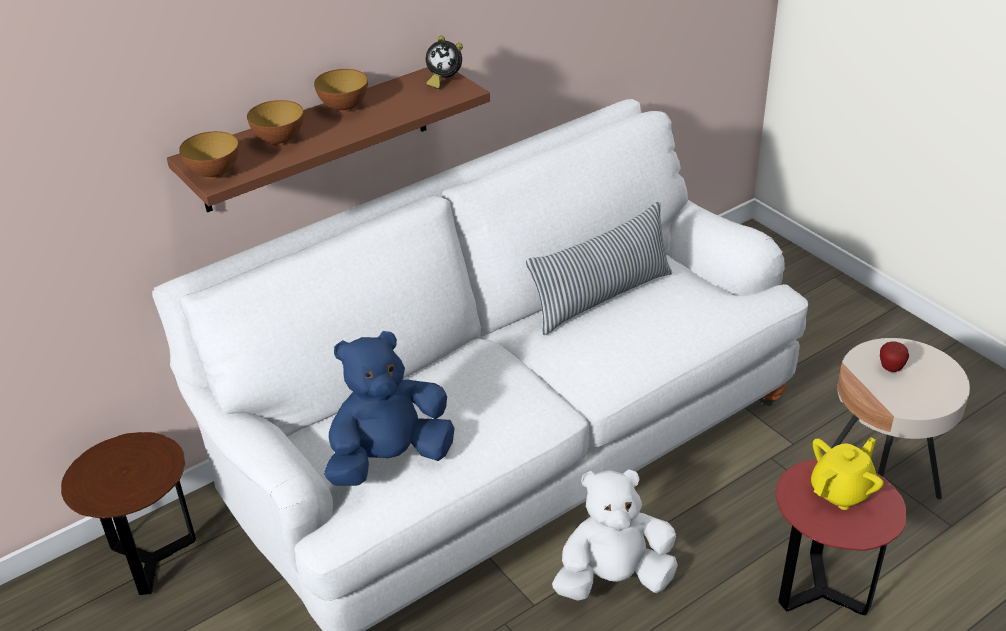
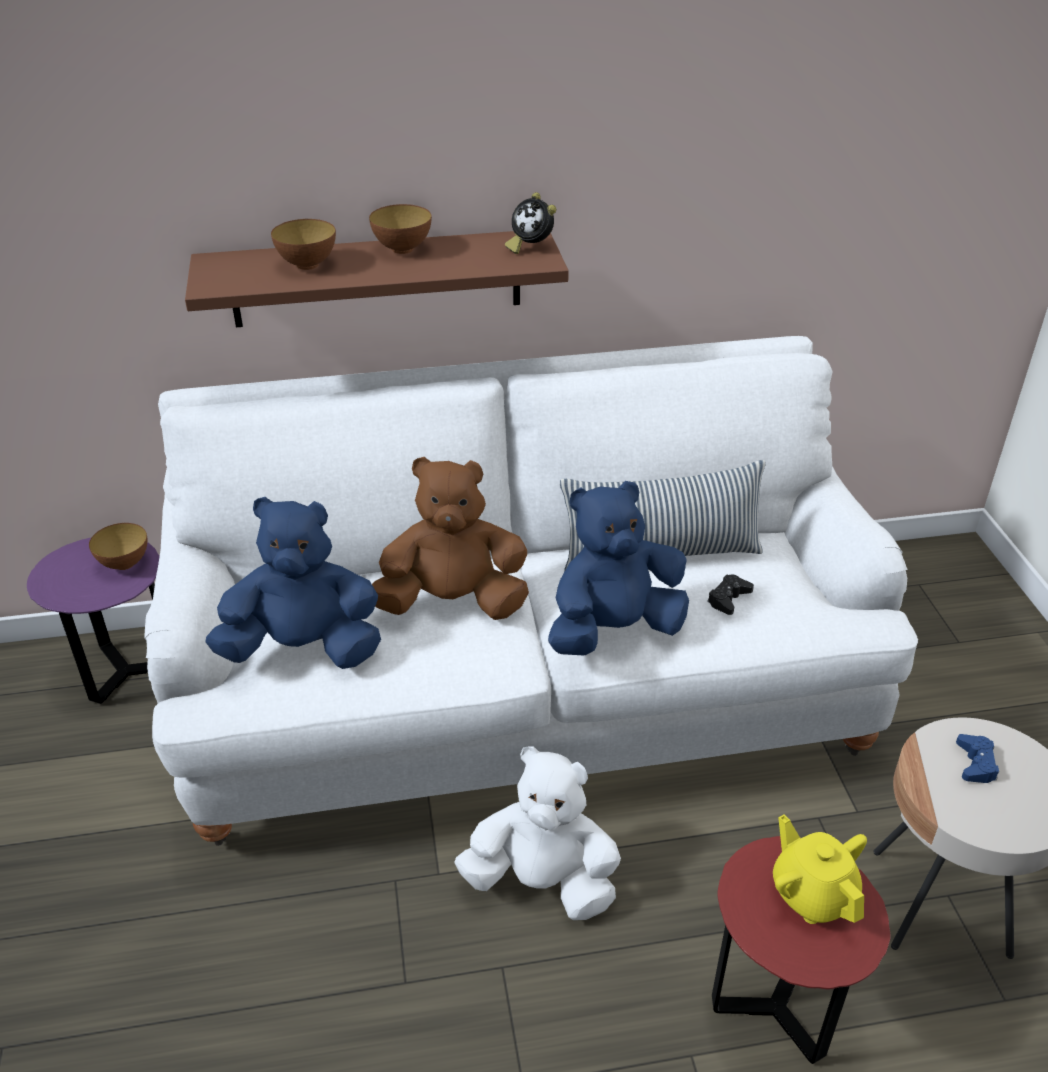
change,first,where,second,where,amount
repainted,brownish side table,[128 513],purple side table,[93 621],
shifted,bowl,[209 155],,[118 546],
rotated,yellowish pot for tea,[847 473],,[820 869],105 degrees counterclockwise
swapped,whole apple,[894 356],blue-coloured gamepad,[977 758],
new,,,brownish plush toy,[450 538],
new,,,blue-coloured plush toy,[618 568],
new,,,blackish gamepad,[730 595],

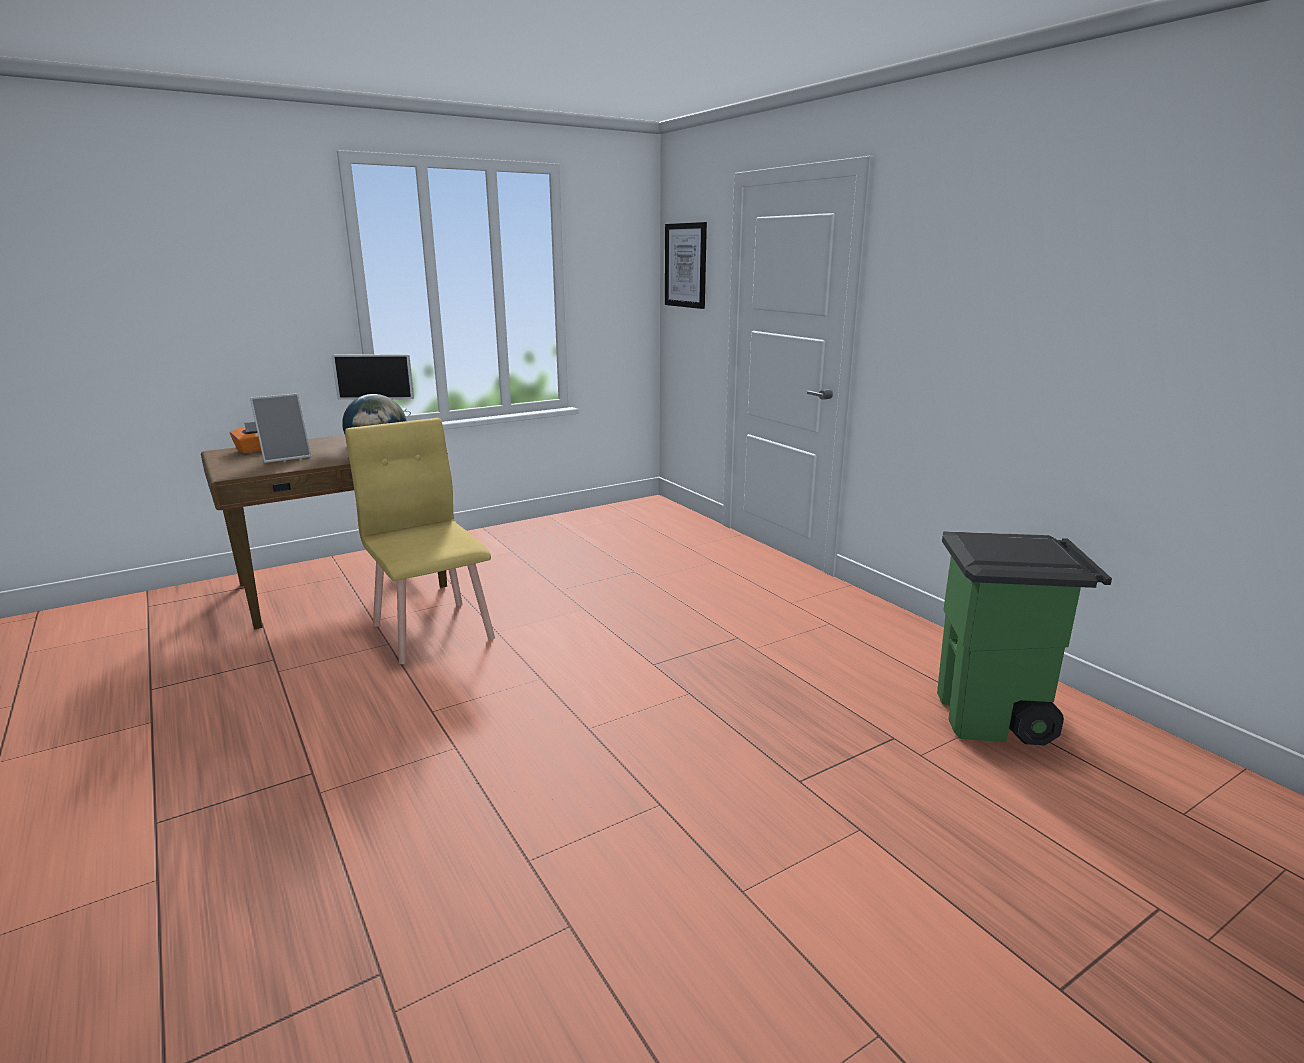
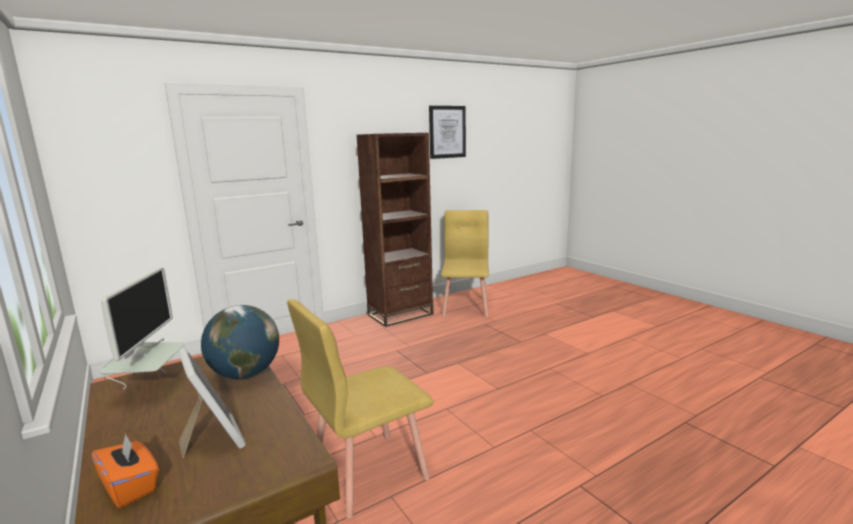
change,first,where,second,where,amount
shifted,picture,[686 265],,[447 132],
swapped,greenish trash can,[1024 638],yellowish chair,[465 263],
new,,,brownish bookshelf,[394 230],

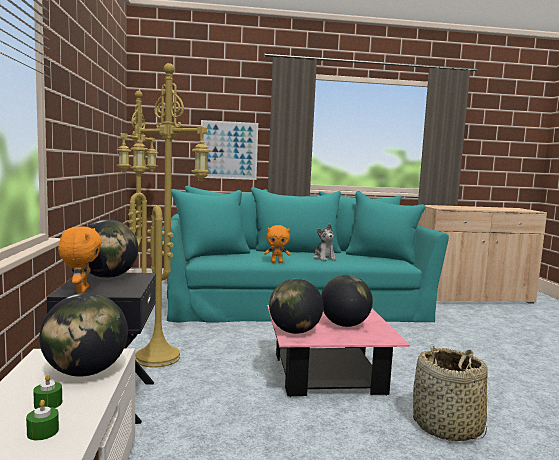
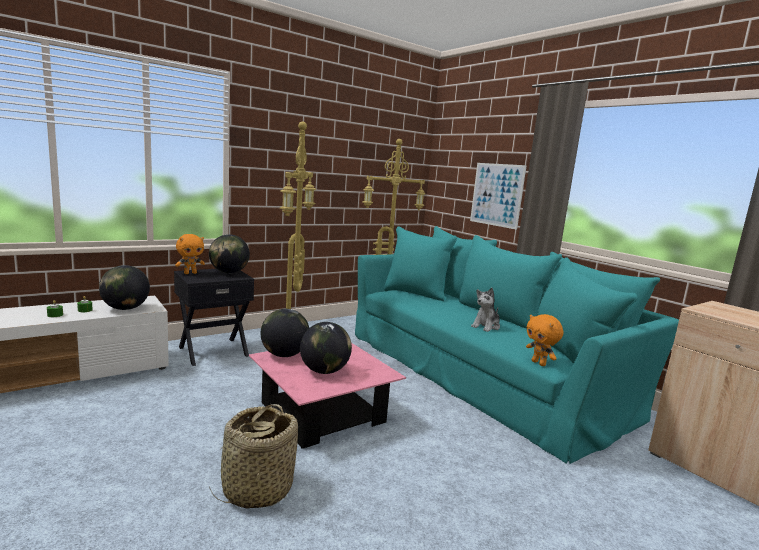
change,first,where,second,where,amount
shifted,orangey plush toy,[277 244],,[544 340],

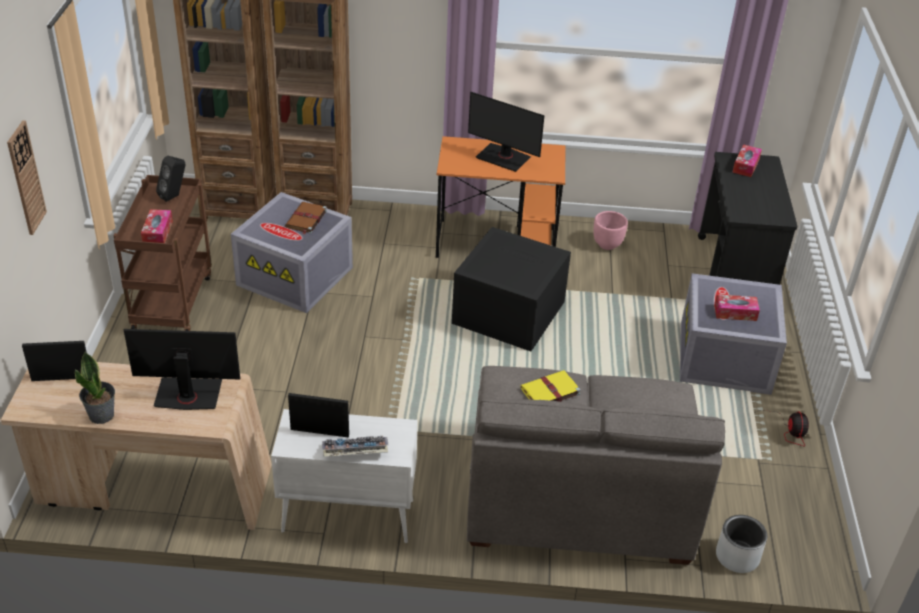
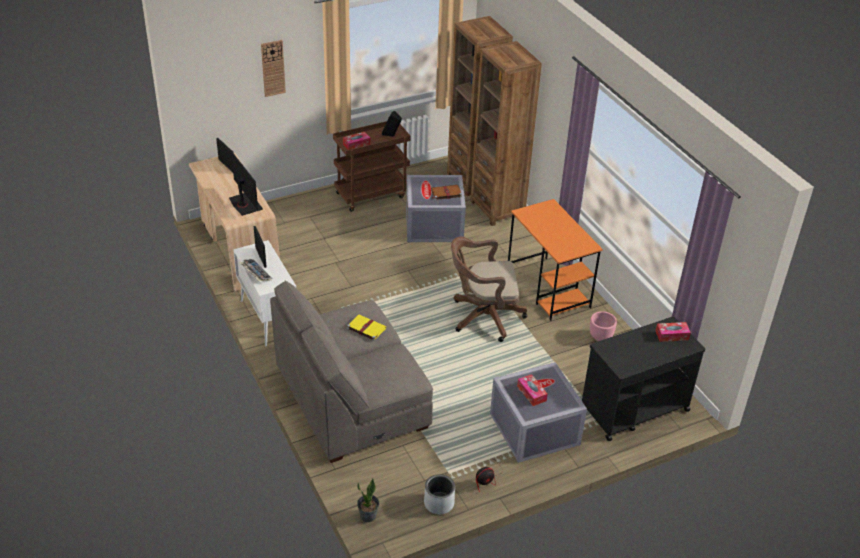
change,first,where,second,where,amount
shifted,potted plant,[95 388],,[368 500],
swapped,blackish storage bin,[511 289],brownish office chair,[489 289],
gone,monitor,[506 132],,,
shifted,gray planter,[741 544],,[439 494],

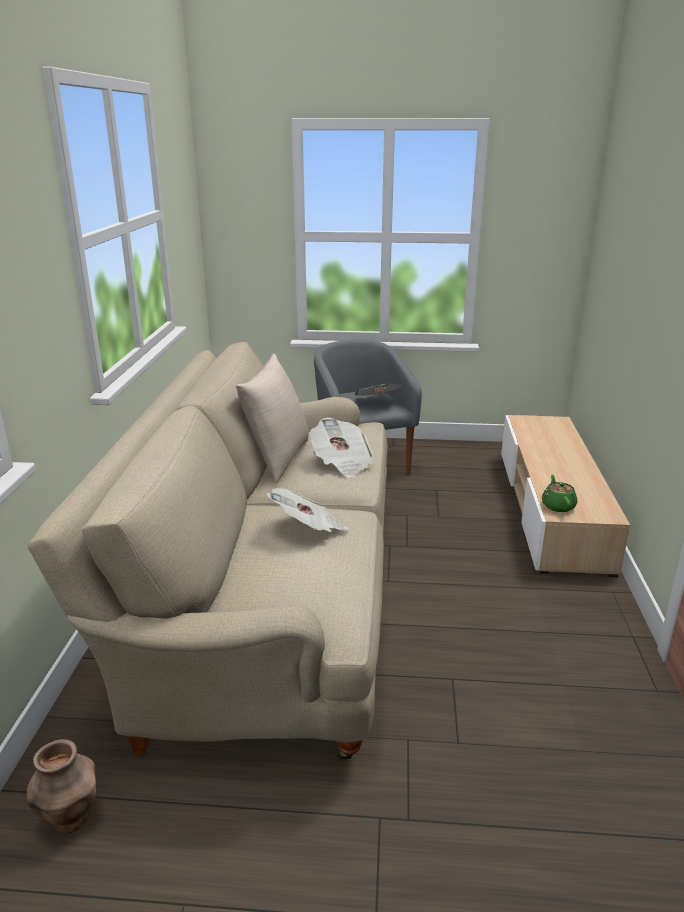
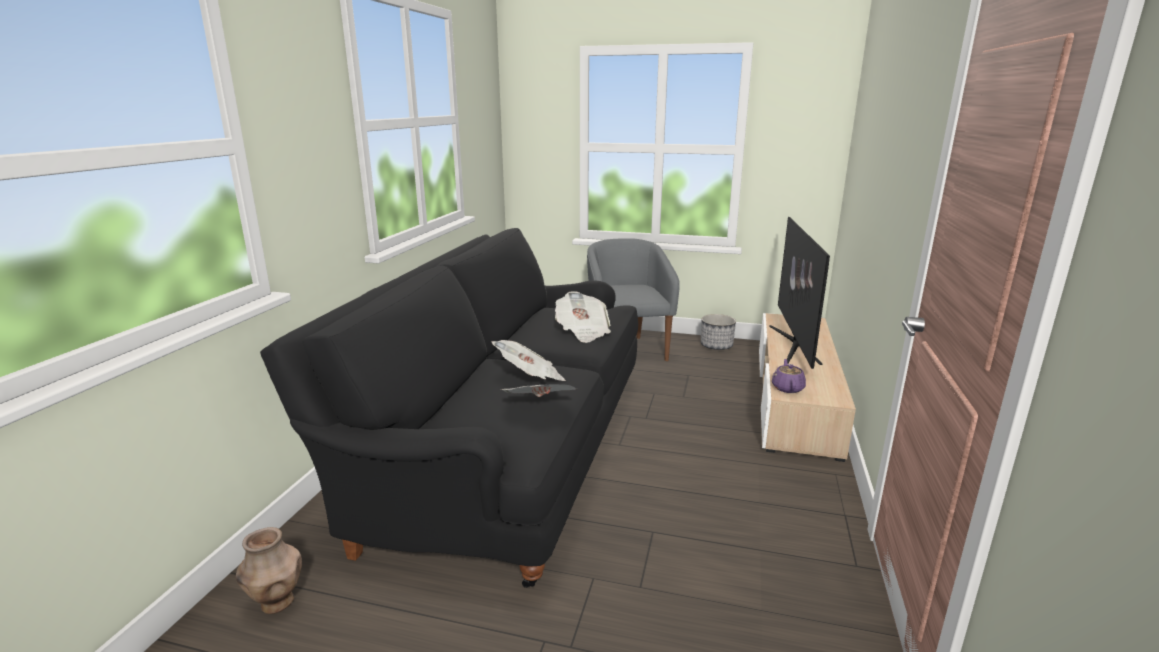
change,first,where,second,where,amount
repainted,beige couch,[207 551],blackish couch,[449 408],
gone,beige throw pillow,[272 418],,,
shifted,printed paper,[377 389],,[539 390],
repainted,greenish pot for tea,[559 493],purple pot for tea,[789 376],
new,,,planter,[718 332],
new,,,TV,[799 293],

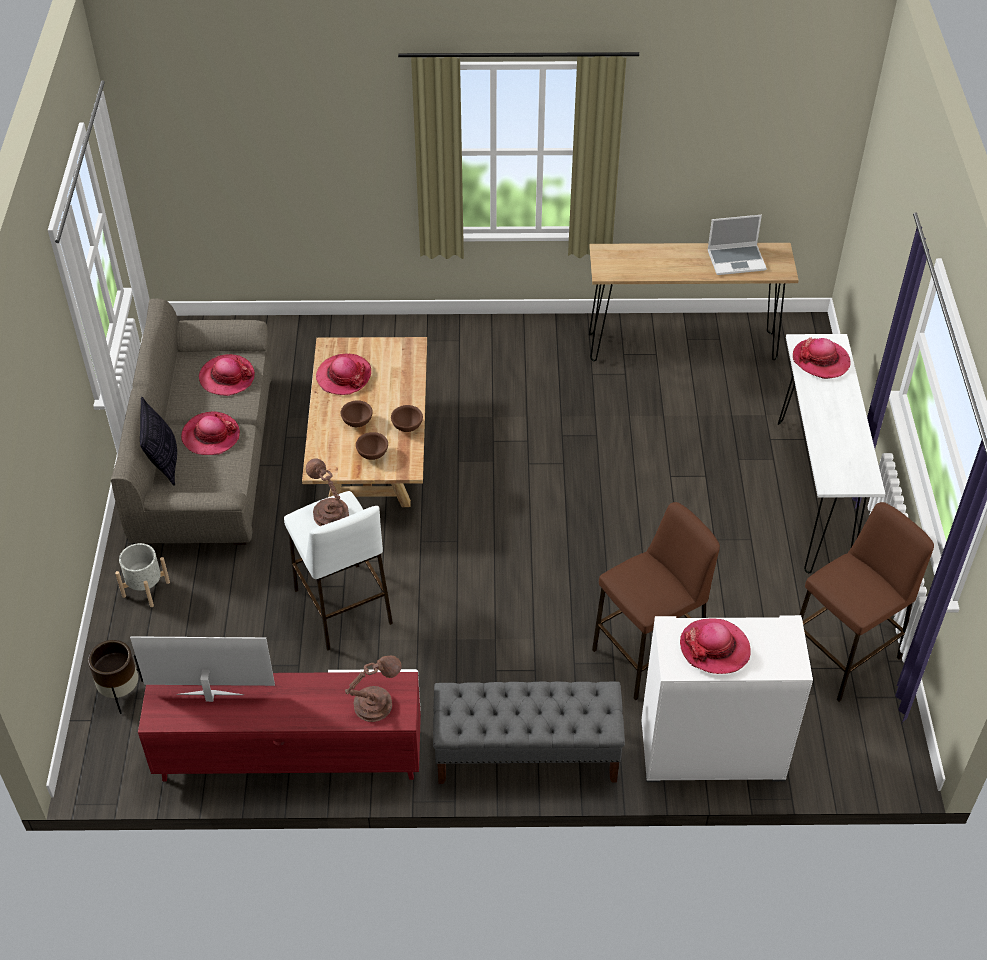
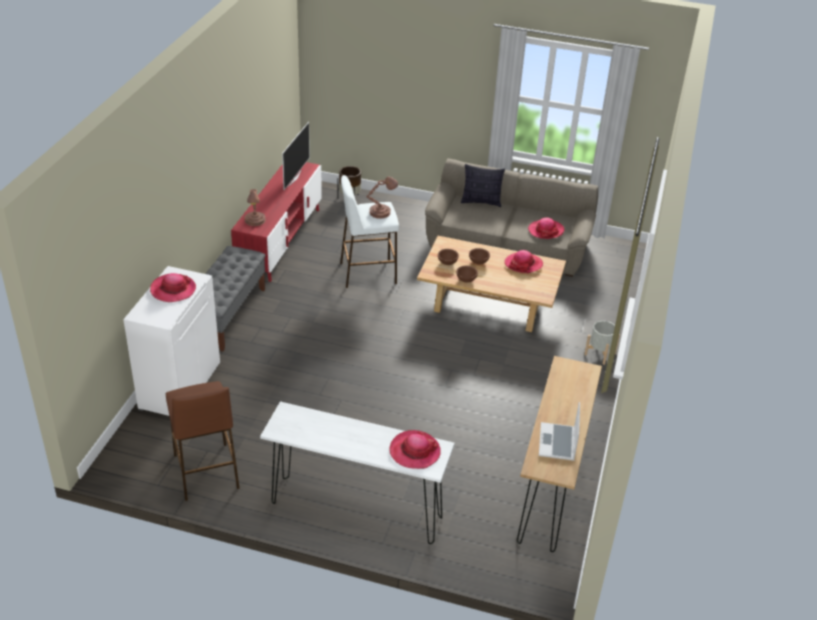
change,first,where,second,where,amount
shifted,gray planter,[142 575],,[602 343],
gone,hat,[210 433],,,
gone,brownish stool seat,[656 601],,,

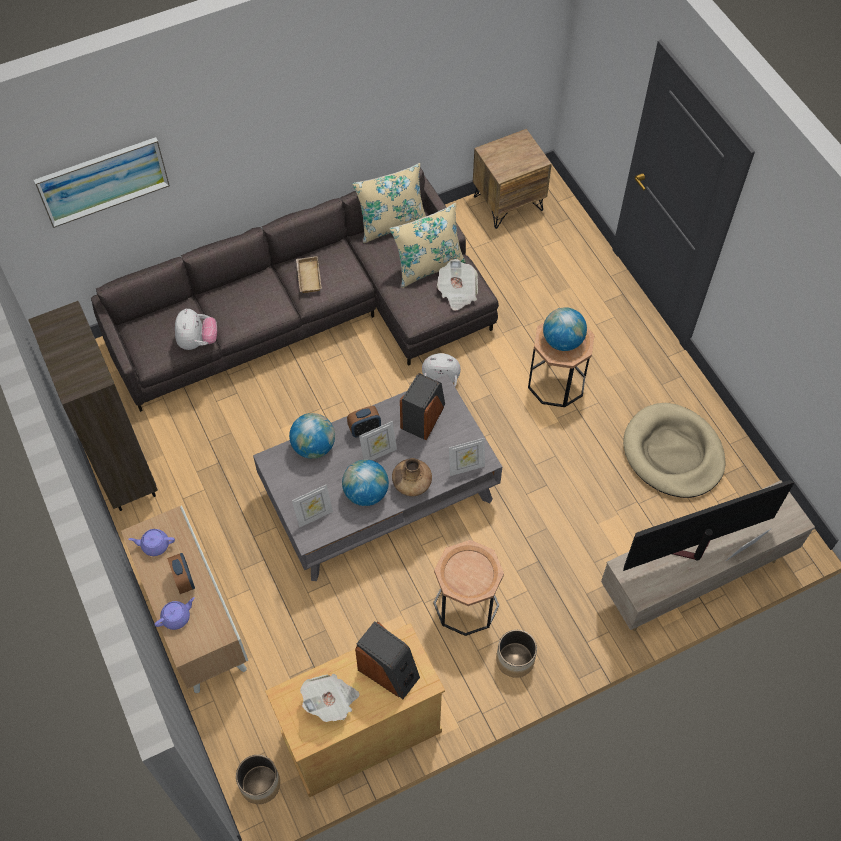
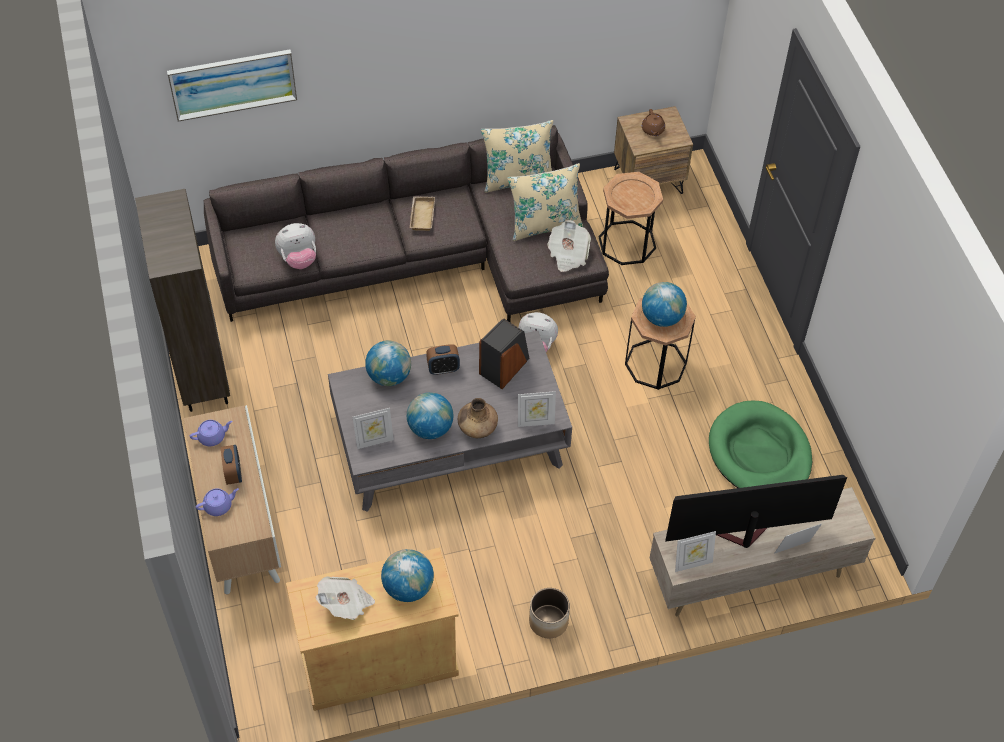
change,first,where,second,where,amount
rotated,purple pot for tea,[151 542],,[211 433],150 degrees clockwise
rotated,plush toy,[196 329],,[295 246],60 degrees clockwise
gone,planter,[258 779],,,
swapped,audio speaker,[387 660],desk globe,[407 575],
shifted,photo frame,[378 441],,[695 551],
shifted,brownish side table,[468 588],,[631 218],
repainted,beige pet bed,[674 450],greenish pet bed,[760 444],
new,,,brownish pot for tea,[653 122],

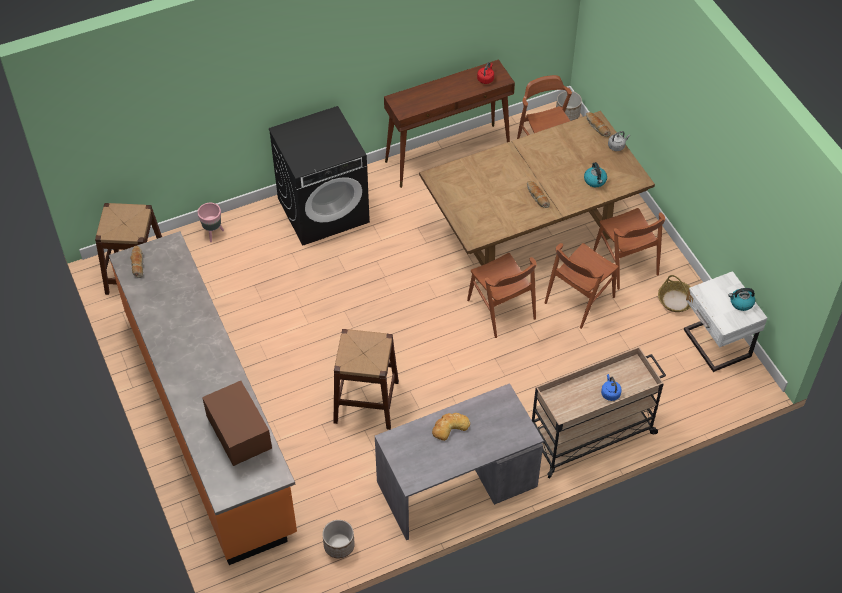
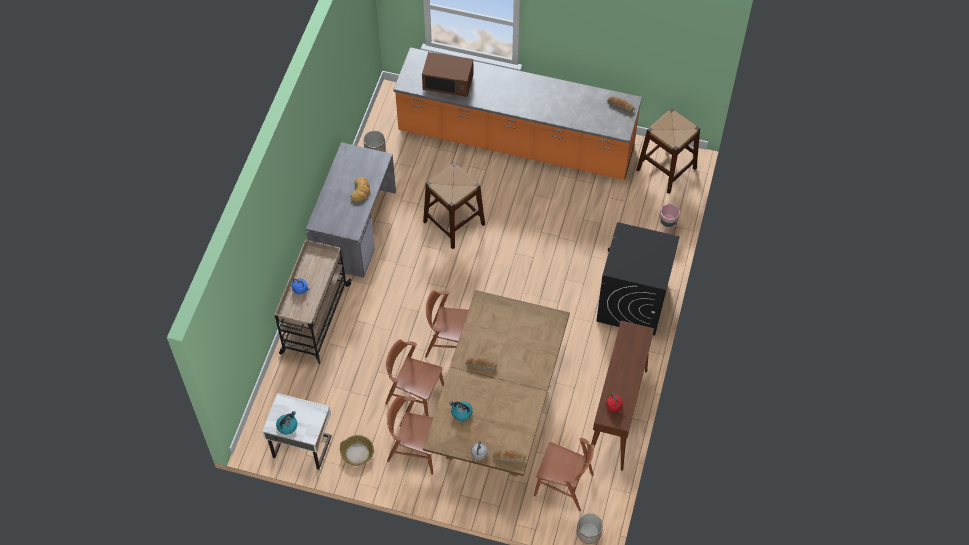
change,first,where,second,where,amount
rotated,brownish chair,[581 286],,[414 378],60 degrees counterclockwise

